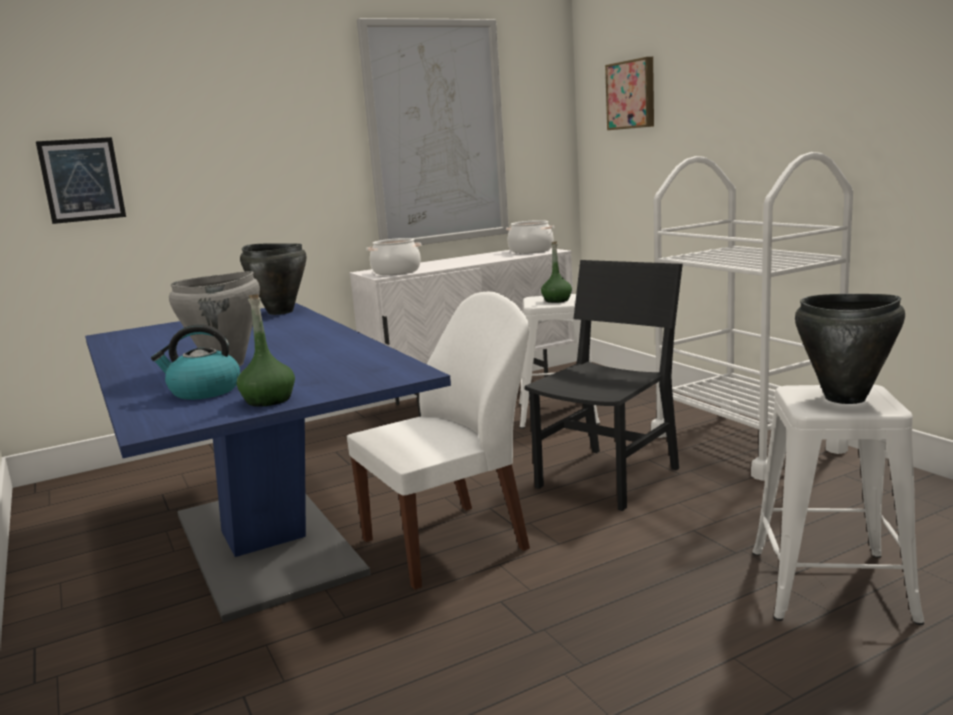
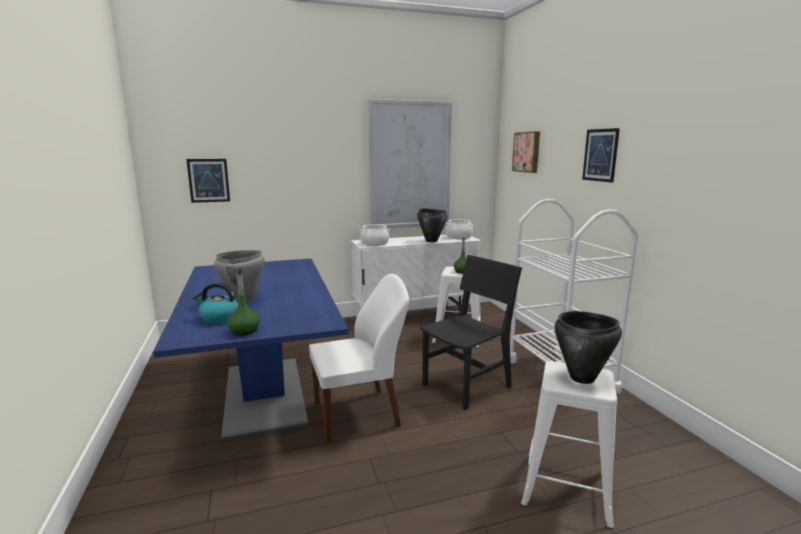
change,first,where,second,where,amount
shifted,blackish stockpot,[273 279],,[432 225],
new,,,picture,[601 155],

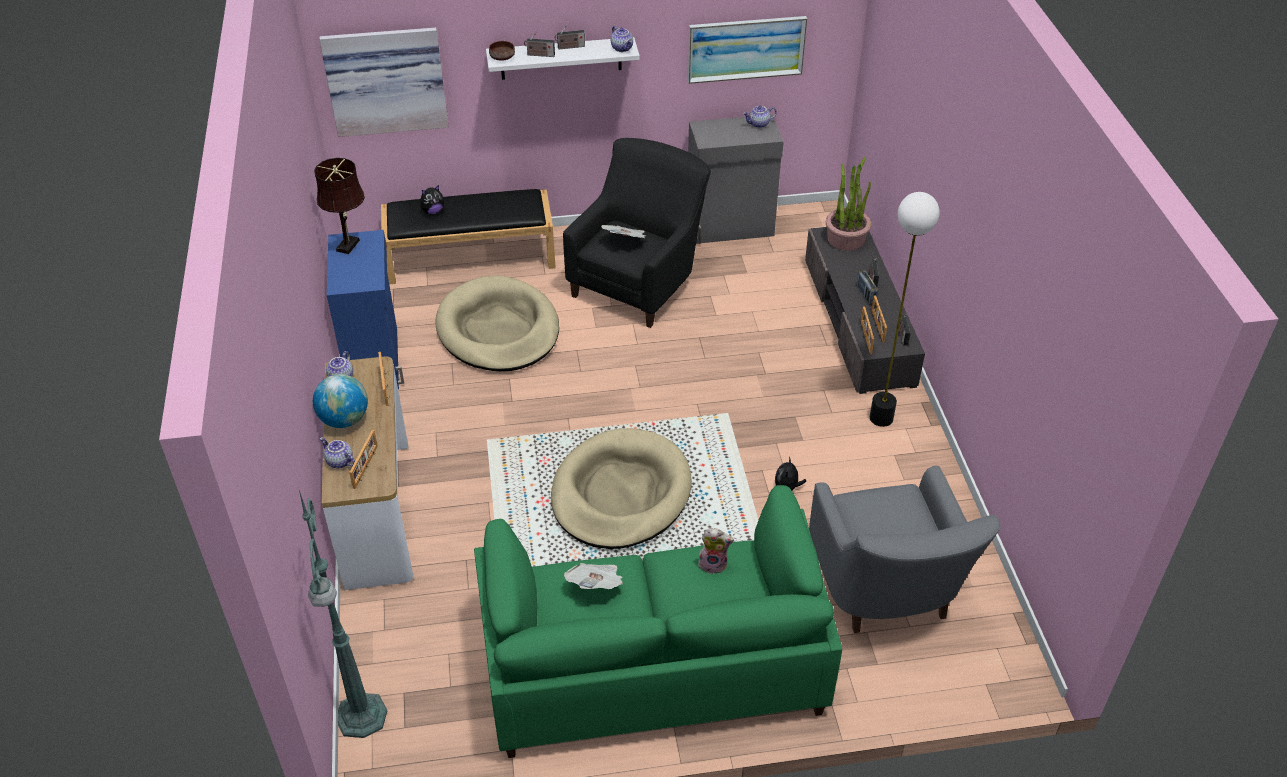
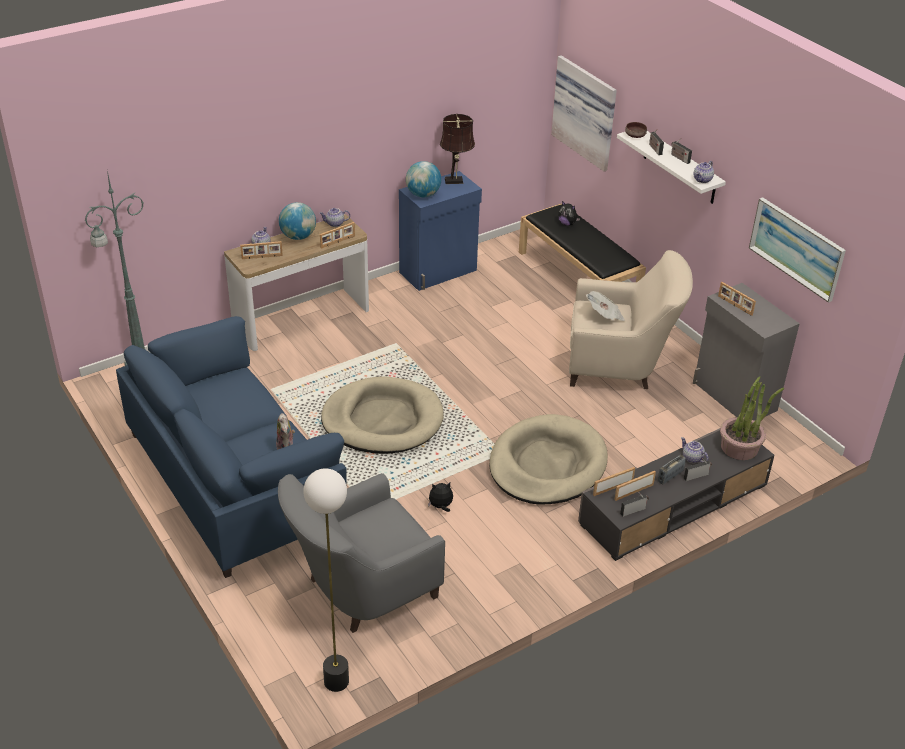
change,first,where,second,where,amount
shifted,beige pet bed,[497 323],,[548 459],
repainted,greenish couch,[658 621],blue-coloured couch,[231 447],
repainted,blackish lounge chair,[637 233],beige lounge chair,[631 319],
gone,printed paper,[593 576],,,
shifted,pot for tea,[760 117],,[694 450],
shifted,standard lamp,[905 309],,[326 580],
new,,,desk globe,[423 179],
new,,,photo frame,[737 299],

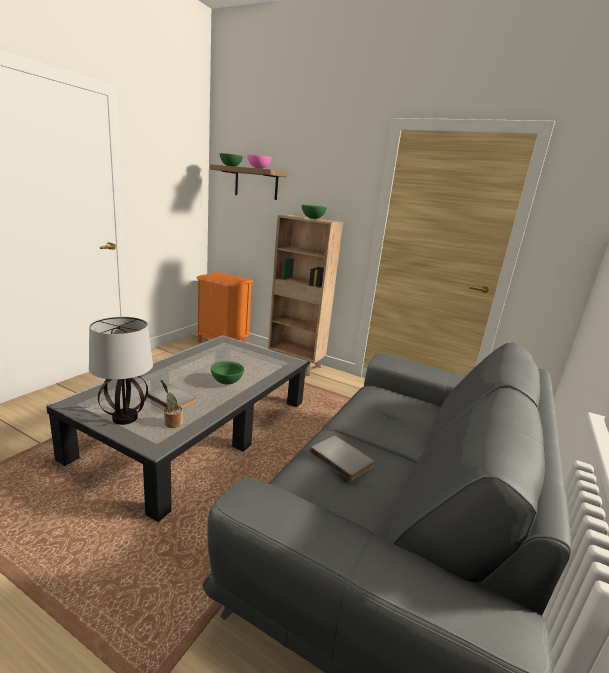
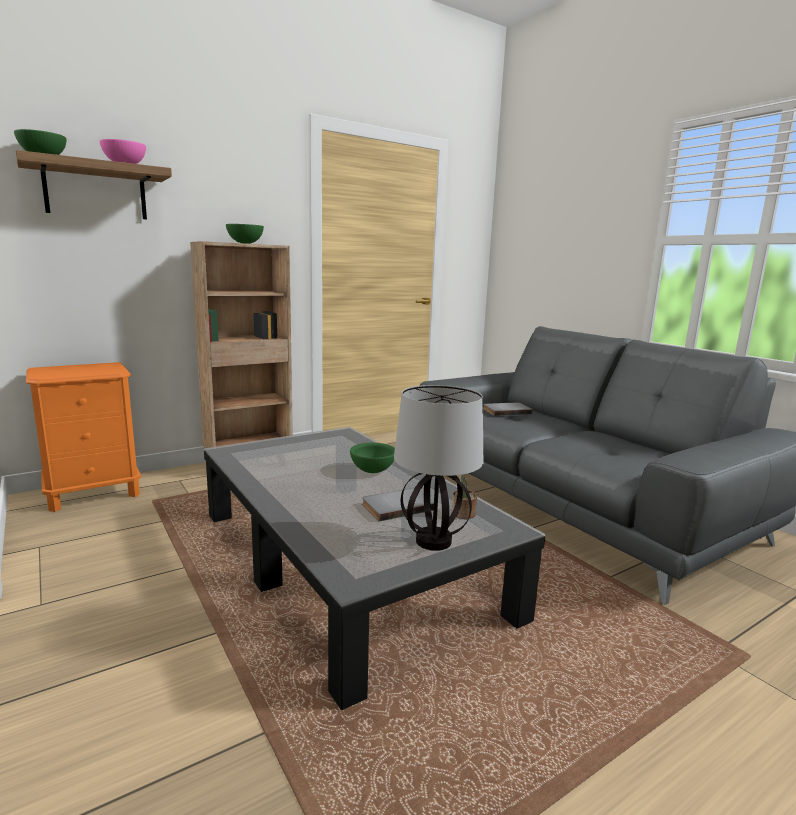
change,first,where,second,where,amount
shifted,gray book,[342 458],,[508 409],

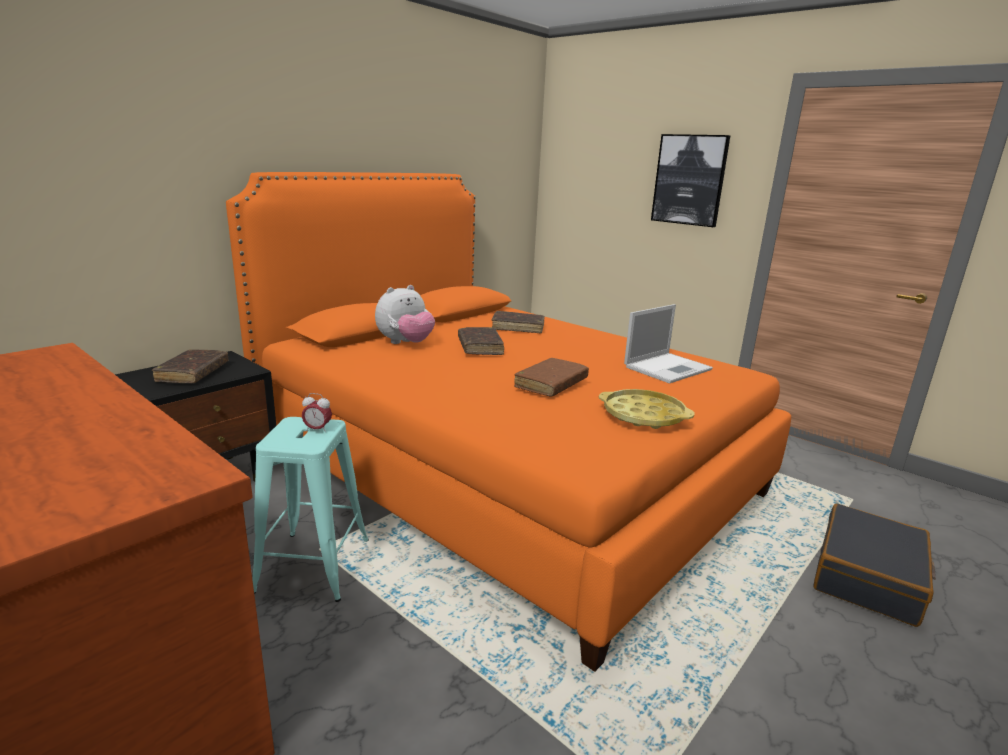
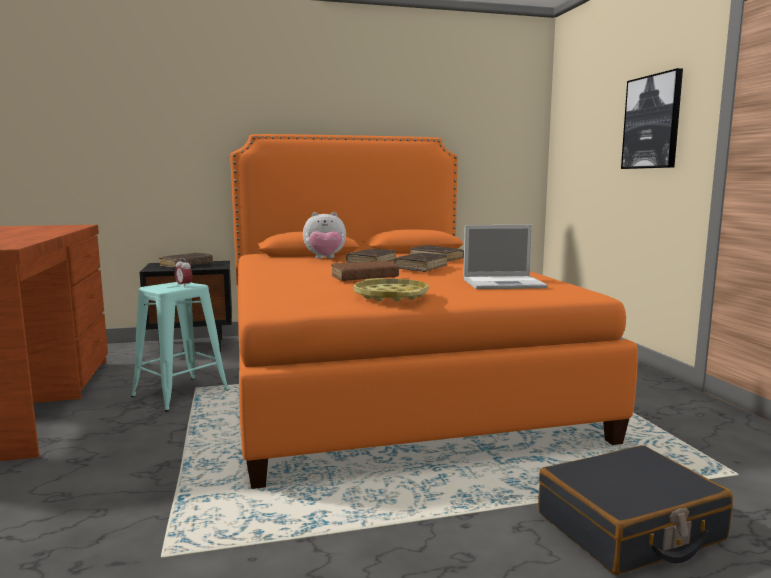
change,first,where,second,where,amount
new,,,brownish book,[420 262],

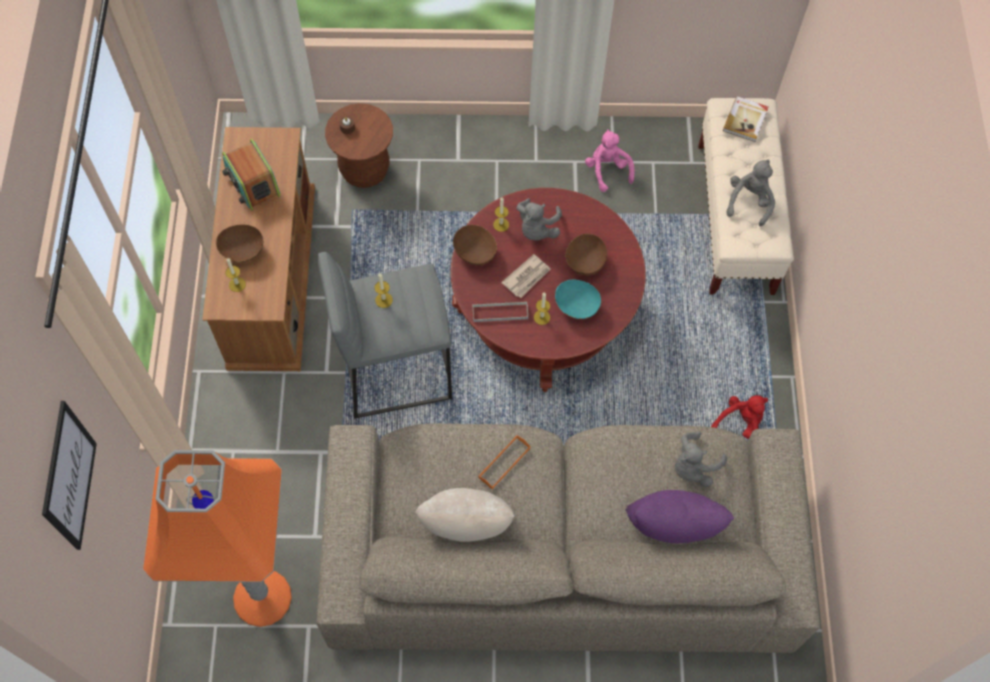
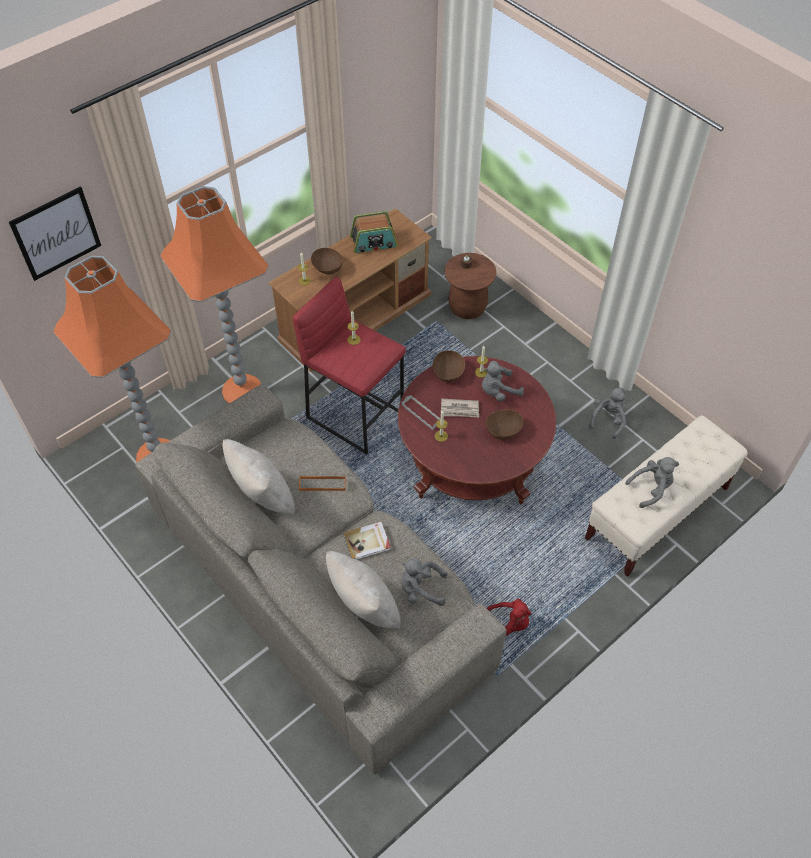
change,first,where,second,where,amount
rotated,radio,[251 175],,[374 232],120 degrees counterclockwise
repainted,gray stool seat,[385 335],red stool seat,[349 365],
gone,blue-green bowl,[578 299],,,
repainted,pink-coloured plush toy,[610 160],gray plush toy,[607 413],
repainted,purple throw pillow,[679 516],beige throw pillow,[363 590],
shifted,book,[745 119],,[367 540],
new,,,orangey standard lamp,[214 295],

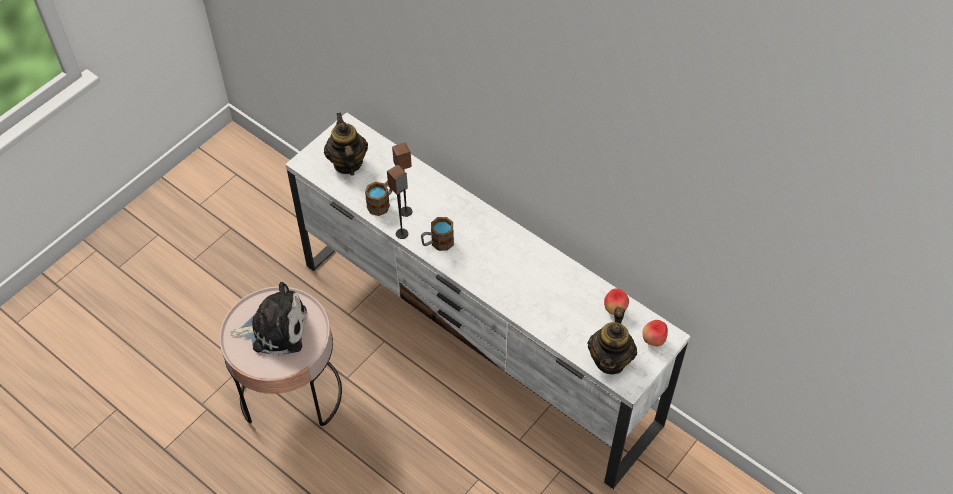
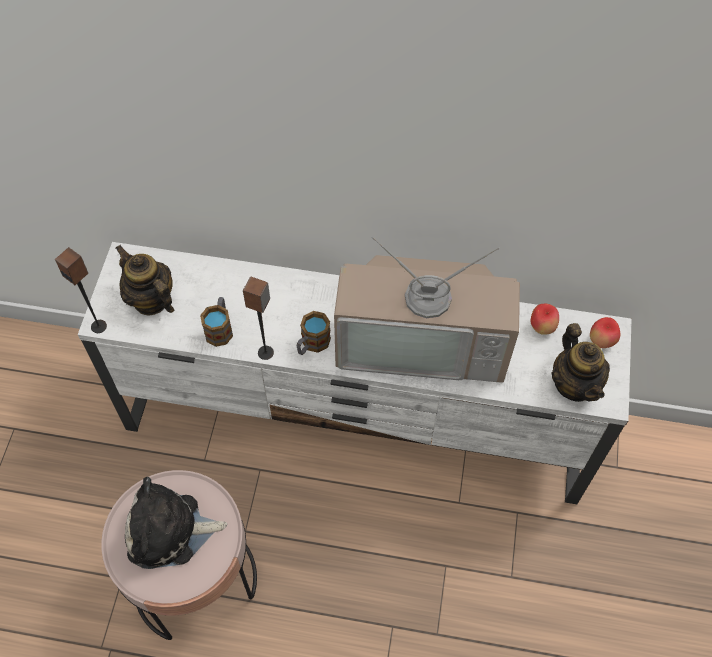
change,first,where,second,where,amount
rotated,plush toy,[268 319],,[176 523],150 degrees counterclockwise
shifted,audio speaker,[402 179],,[81 290],
new,,,TV,[427 309],

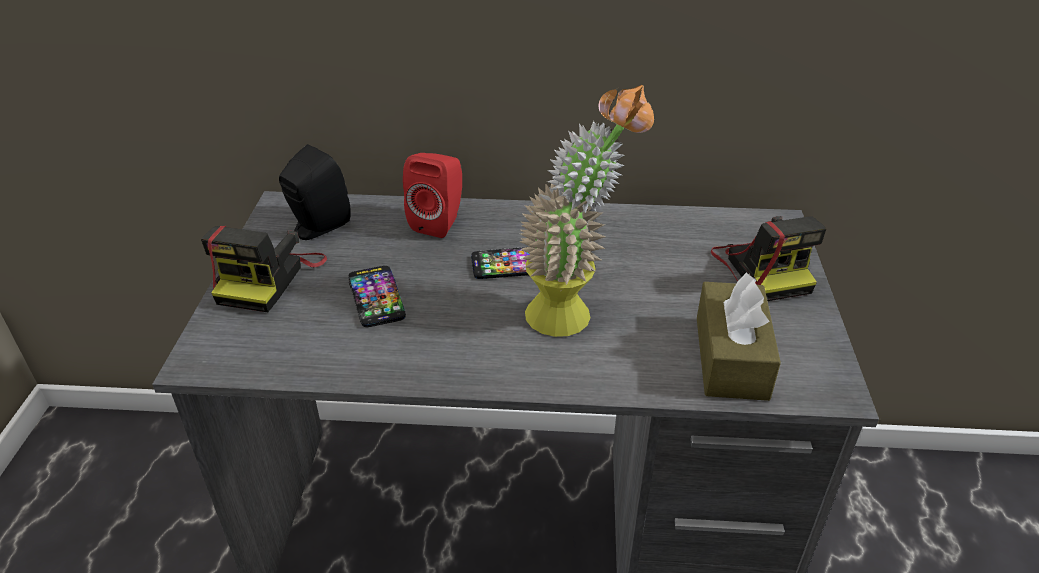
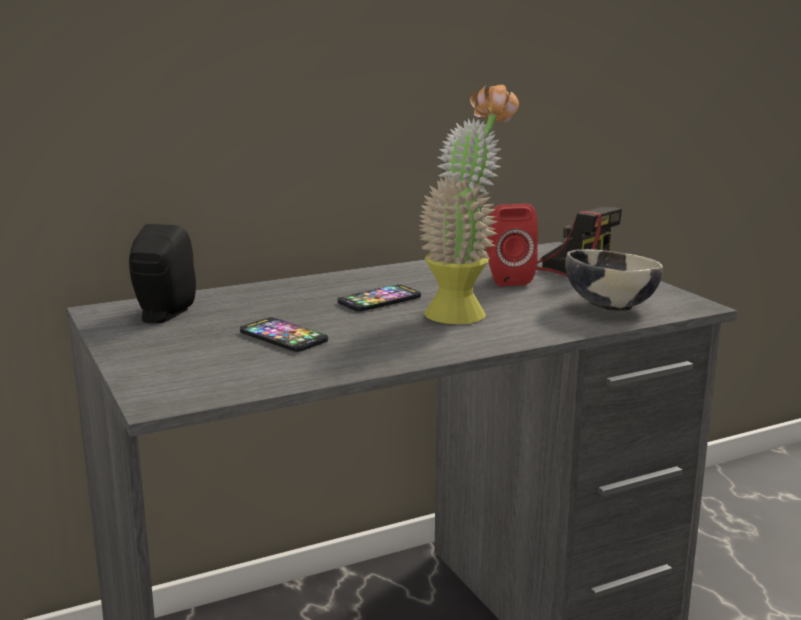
change,first,where,second,where,amount
gone,photo camera,[264 269],,,
shifted,red audio speaker,[432 195],,[512 245],
swapped,brownish tissue box,[739 337],bowl,[614 280],

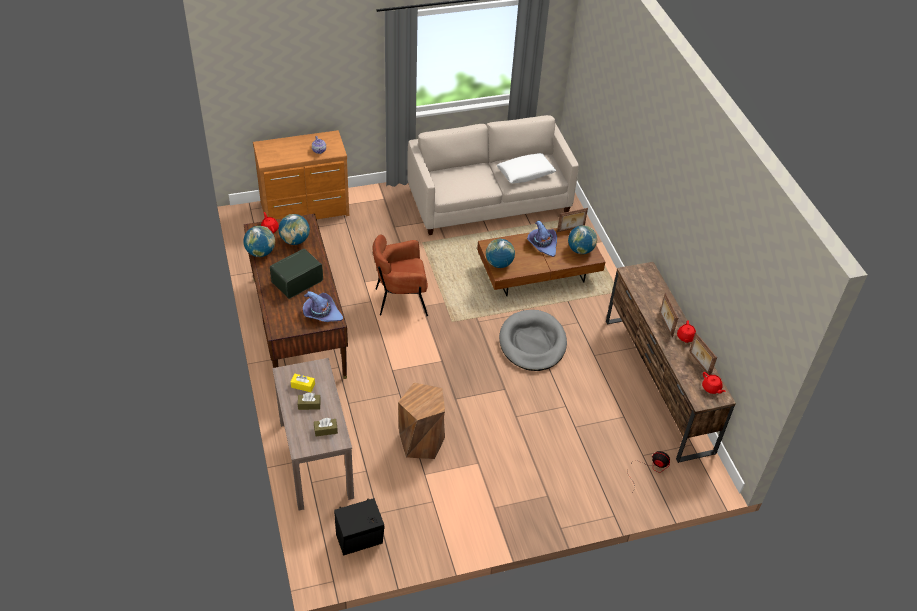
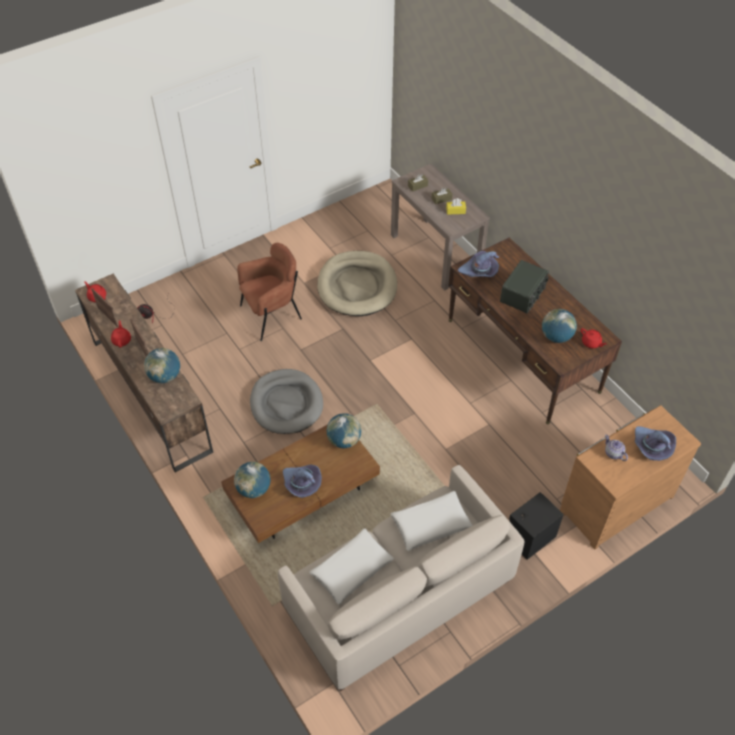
change,first,where,second,where,amount
shifted,desk globe,[259 241],,[162 365],
shifted,blackish audio speaker,[359 527],,[536 526],
shifted,brownish lounge chair,[400 276],,[269 292],
swapped,brownish stool seat,[421 420],beige pet bed,[357 283],
gone,photo frame,[572 220],,,
new,,,white-coloured throw pillow,[432 521],
new,,,purple hat,[655 443],

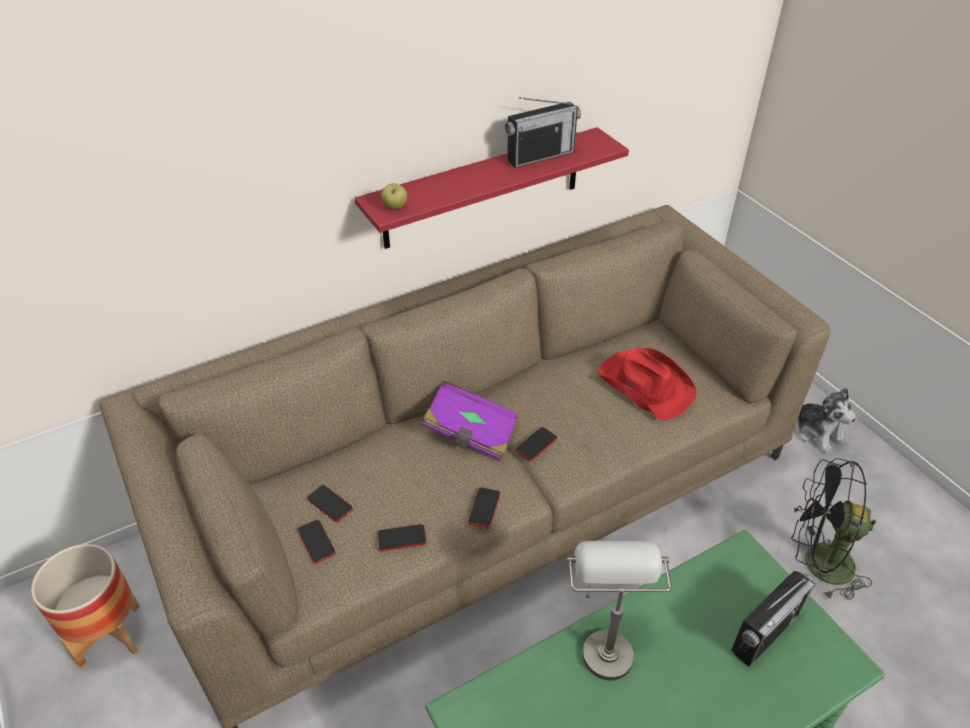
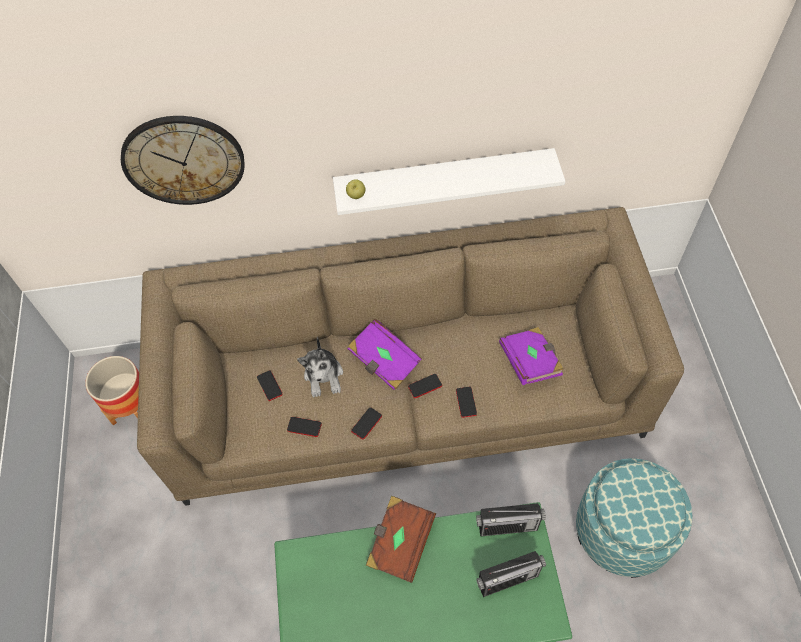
change,first,where,second,where,amount
shifted,phone,[317 541],,[466 402],
repainted,red wall shelf,[492 188],white-coloured wall shelf,[449 181],
shifted,radio,[543 132],,[511 519],
swapped,gray tabletop lamp,[619 610],brownish book,[401 539],
swapped,red hat,[647 384],purple book,[531 356],
swapped,blackish electric fan,[834 529],pouffe,[634 518],
shifted,plush toy,[825 421],,[320 367],
new,,,clock on the wall,[183 160],

